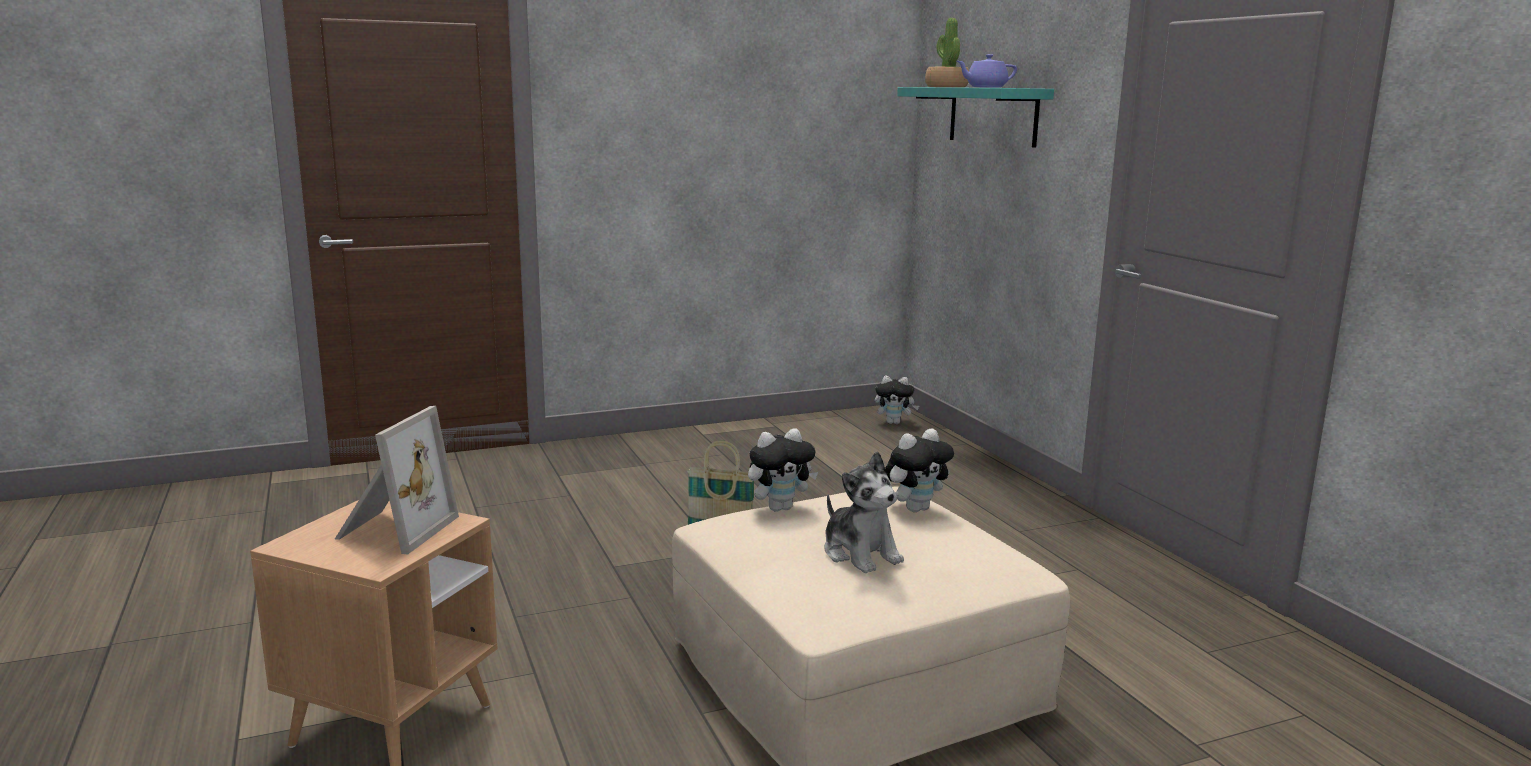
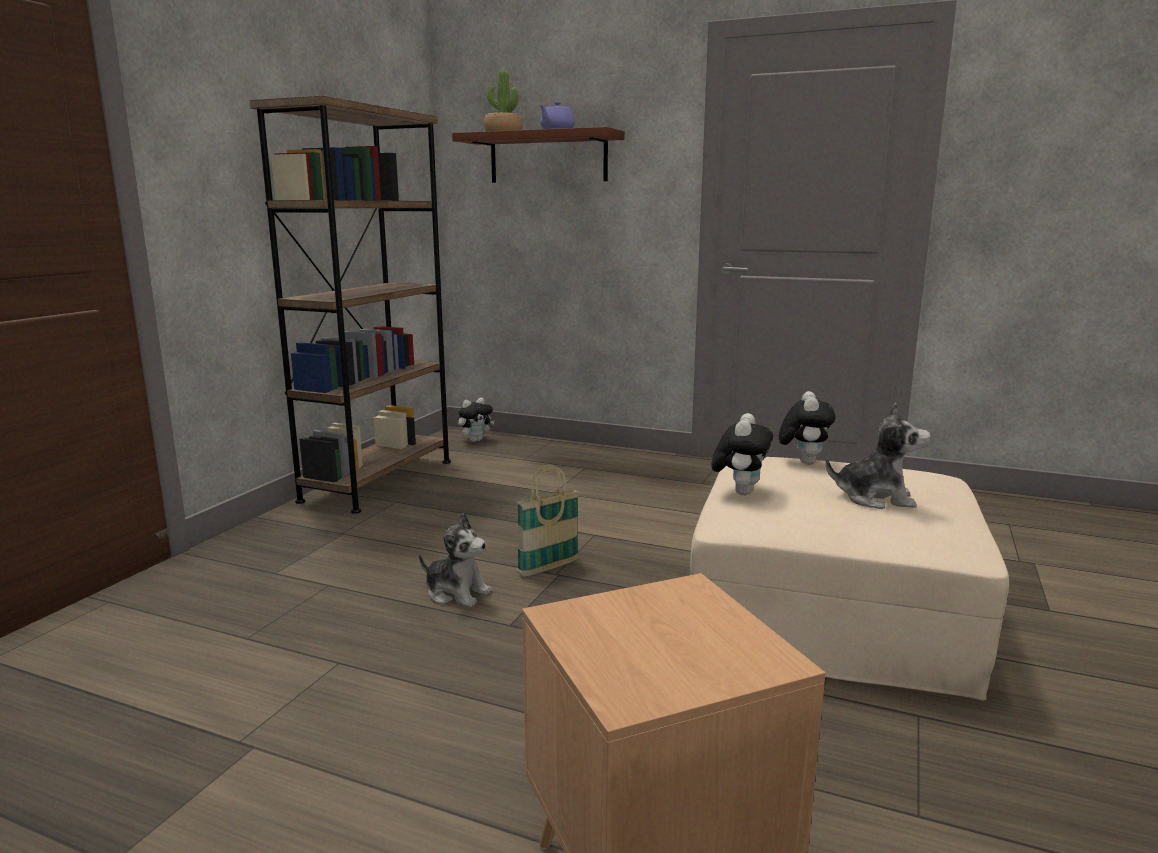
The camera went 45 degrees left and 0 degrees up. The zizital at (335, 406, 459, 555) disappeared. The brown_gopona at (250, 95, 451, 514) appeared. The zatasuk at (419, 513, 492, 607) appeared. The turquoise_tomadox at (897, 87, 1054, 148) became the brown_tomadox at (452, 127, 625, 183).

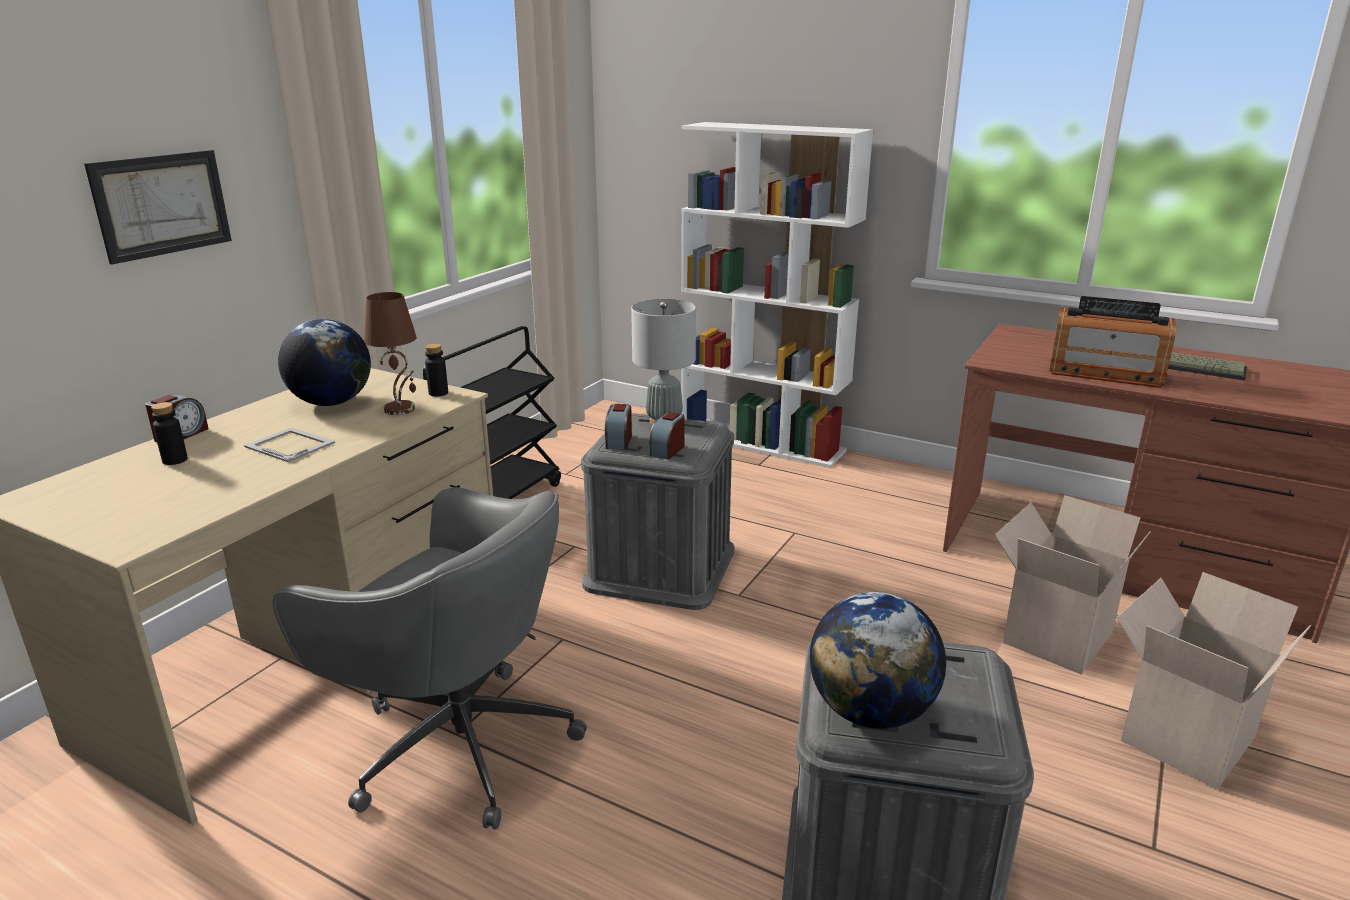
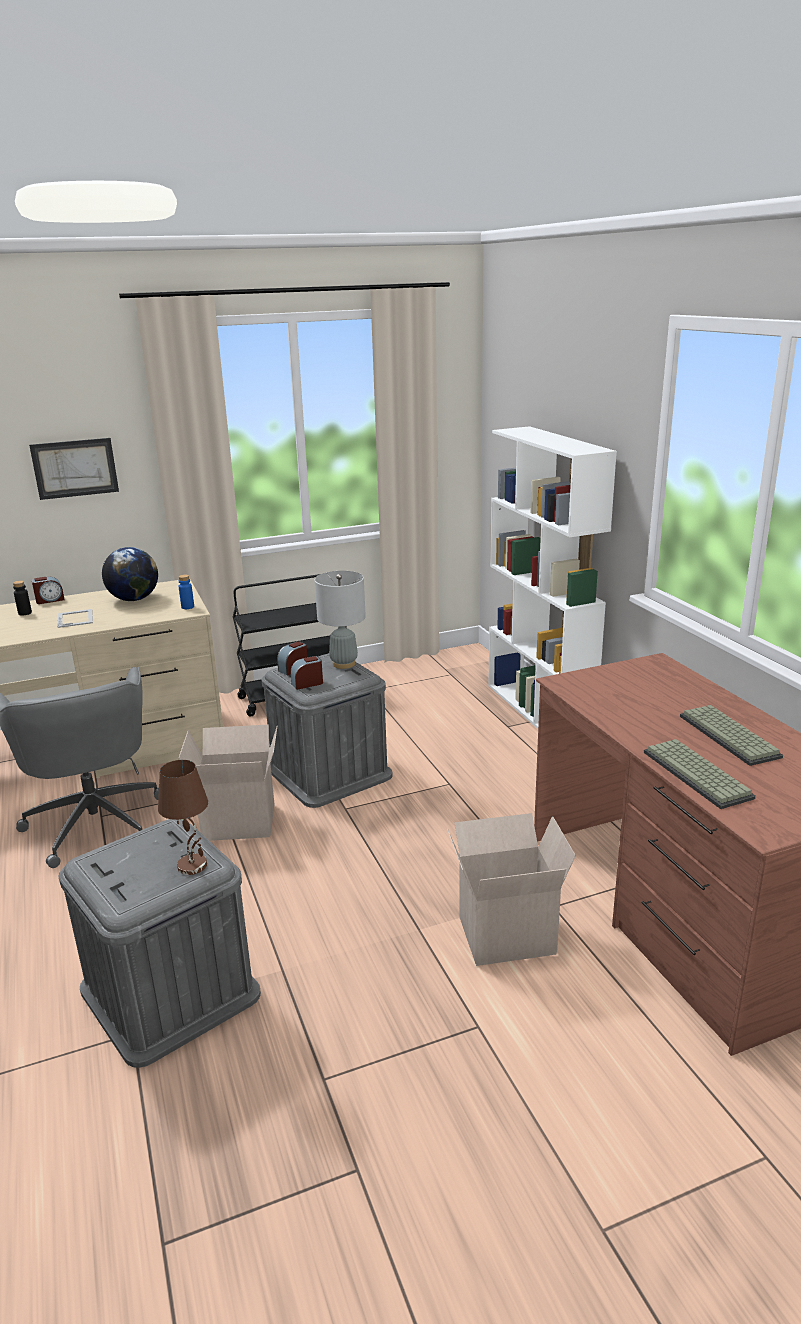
The camera went 40 degrees right and 0 degrees up. The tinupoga at (810, 592, 946, 729) disappeared. The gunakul at (1049, 296, 1176, 388) disappeared. The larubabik at (644, 739, 756, 809) appeared. The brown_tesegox moved from (364, 292, 417, 415) to (158, 760, 208, 875). The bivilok moved from (1117, 572, 1311, 789) to (179, 725, 277, 841). The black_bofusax at (425, 344, 448, 397) became the blue_bofusax at (178, 574, 194, 609).

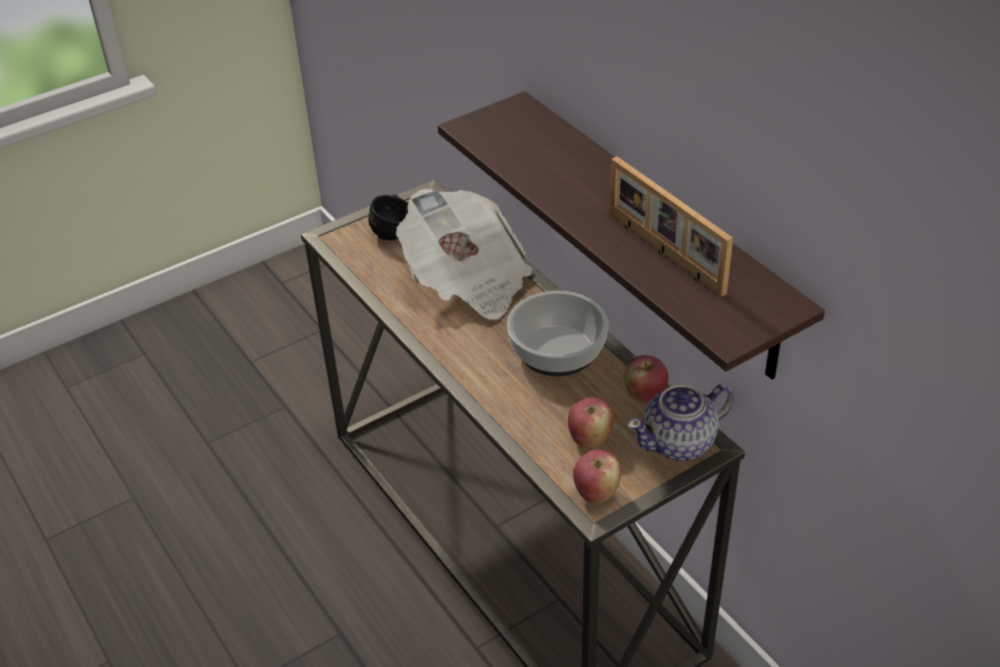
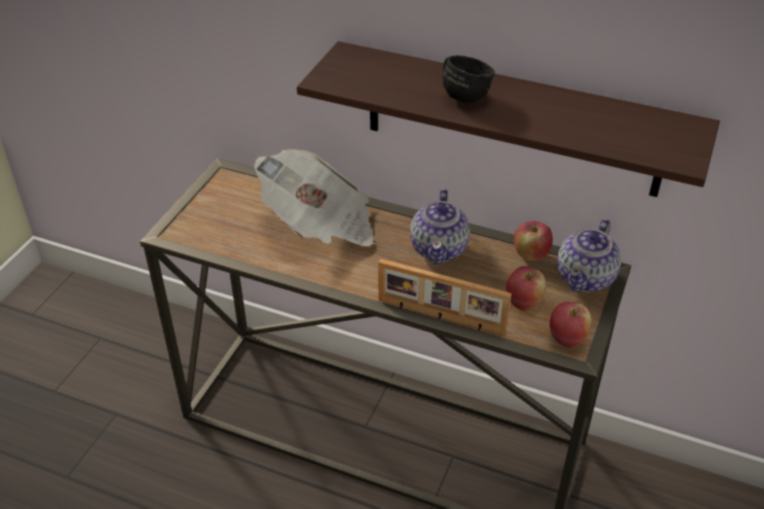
The camera went 35 degrees left and 0 degrees up. The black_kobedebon moved from (368, 194, 409, 241) to (443, 55, 495, 104). The zizital moved from (610, 156, 733, 297) to (378, 259, 511, 336). The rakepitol at (507, 291, 608, 376) was replaced by the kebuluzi at (410, 189, 470, 264).

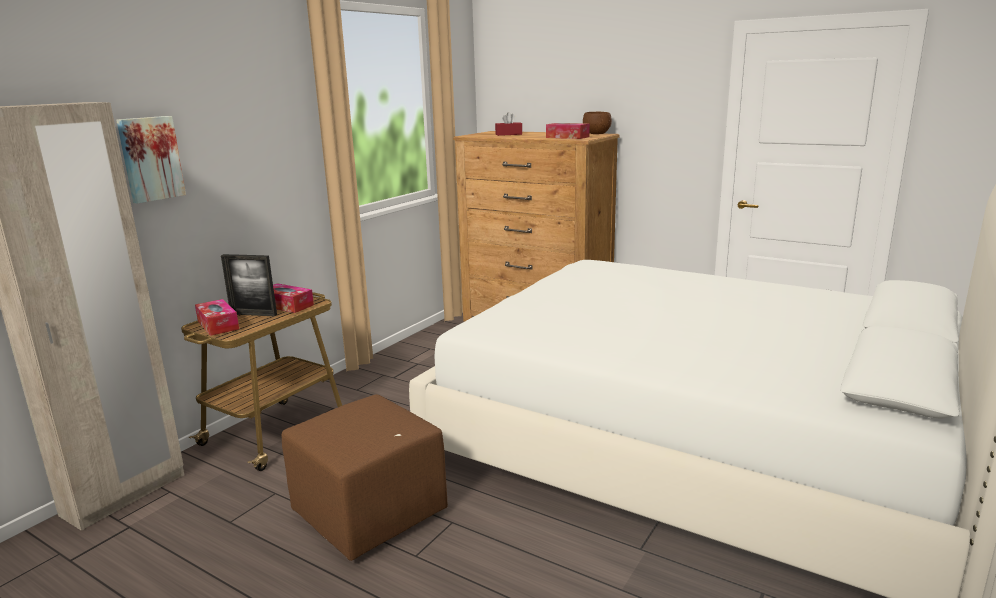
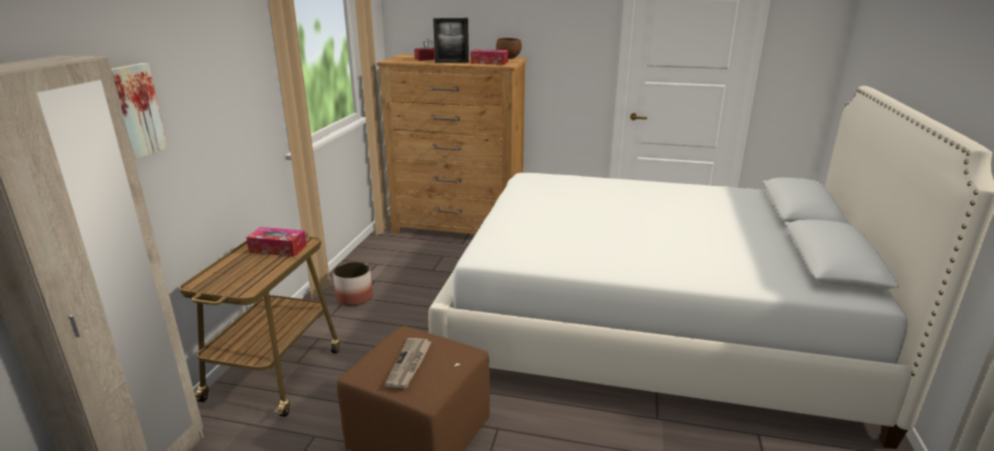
The camera went 20 degrees left and 5 degrees up. The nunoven at (195, 299, 239, 336) disappeared. The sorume at (333, 262, 373, 306) appeared. The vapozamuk at (385, 338, 432, 388) appeared. The zizital moved from (221, 254, 277, 316) to (433, 18, 469, 63).

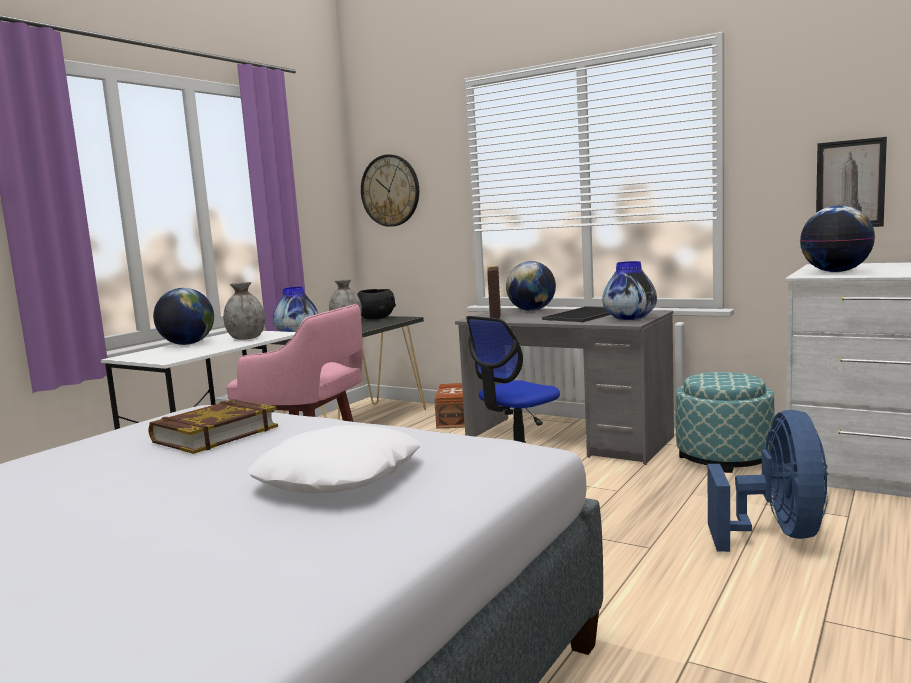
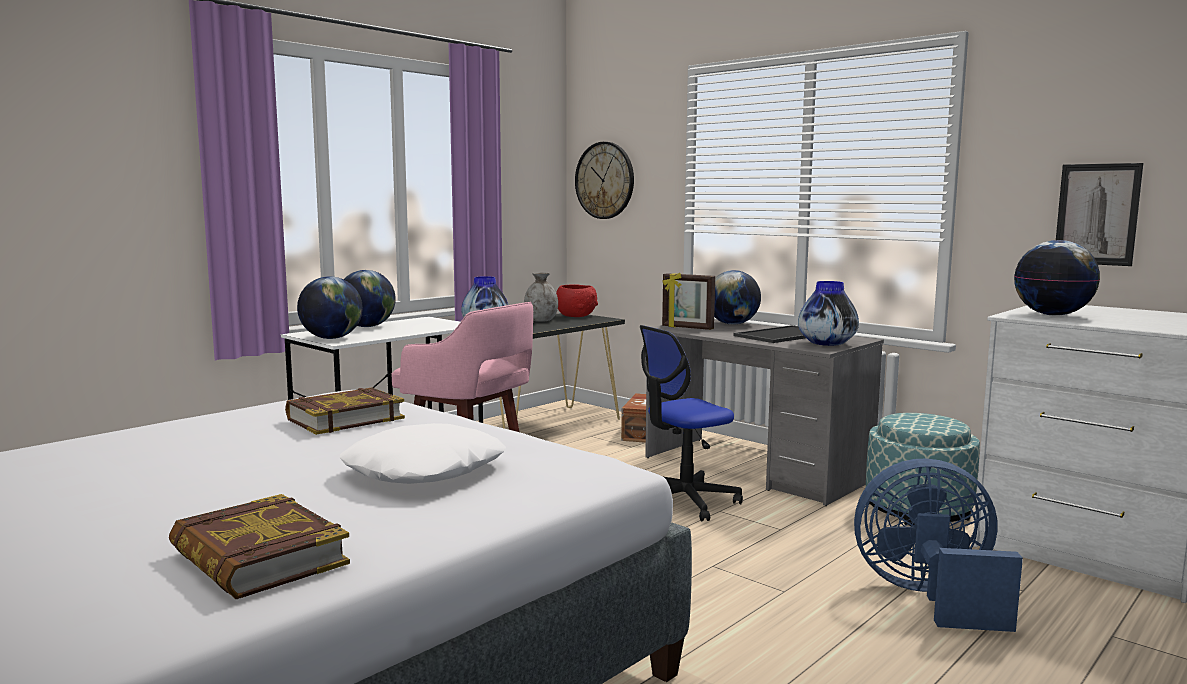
The camera went 10 degrees right and 0 degrees up. The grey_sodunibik at (223, 282, 265, 340) disappeared. The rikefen at (169, 494, 350, 599) appeared. The tinupoga at (297, 276, 363, 339) appeared. The black_rakepitol at (357, 289, 396, 319) became the red_rakepitol at (556, 284, 598, 317). The zizital at (487, 266, 501, 319) turned 75 degrees counterclockwise. The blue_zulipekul at (707, 410, 828, 552) turned 105 degrees counterclockwise.

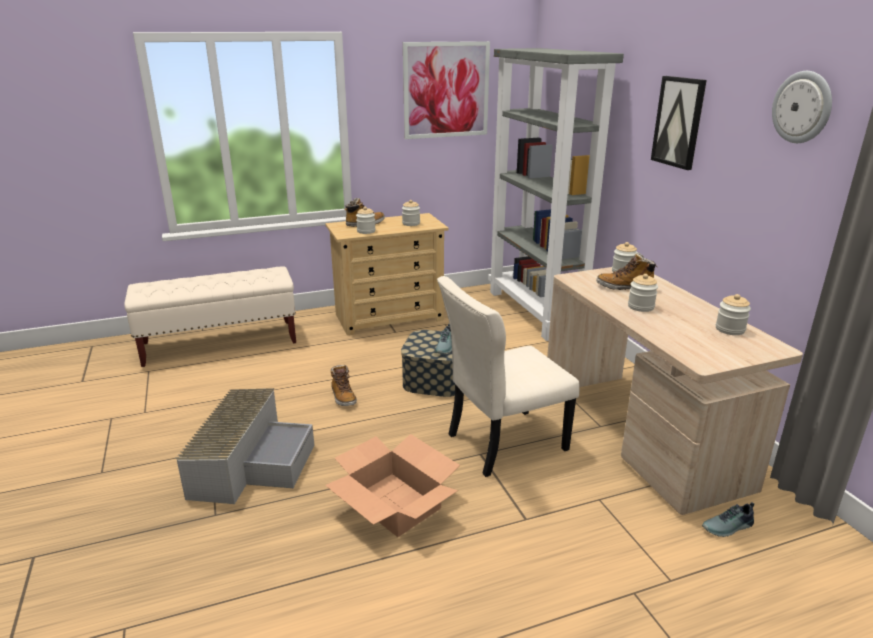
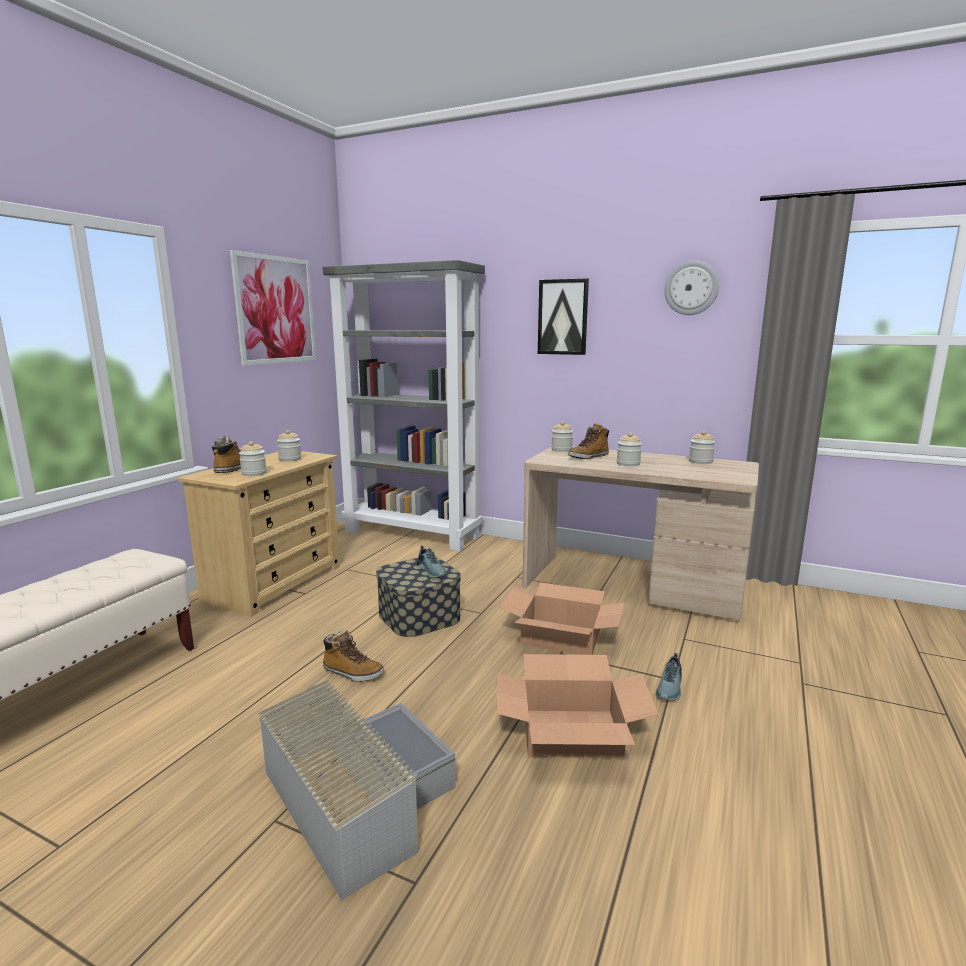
The camera went 45 degrees left and 10 degrees down. The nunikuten moved from (702, 502, 754, 537) to (655, 653, 682, 700). The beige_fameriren at (437, 276, 580, 477) was replaced by the bivilok at (499, 583, 625, 655).

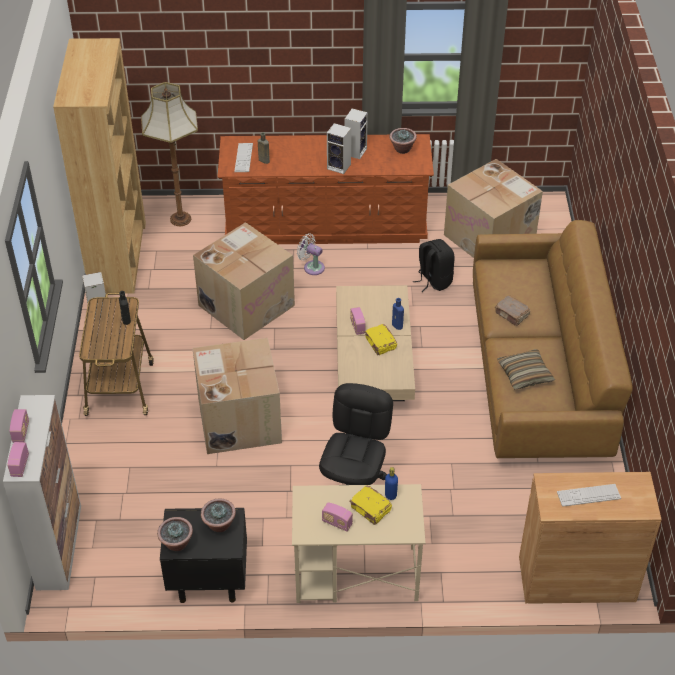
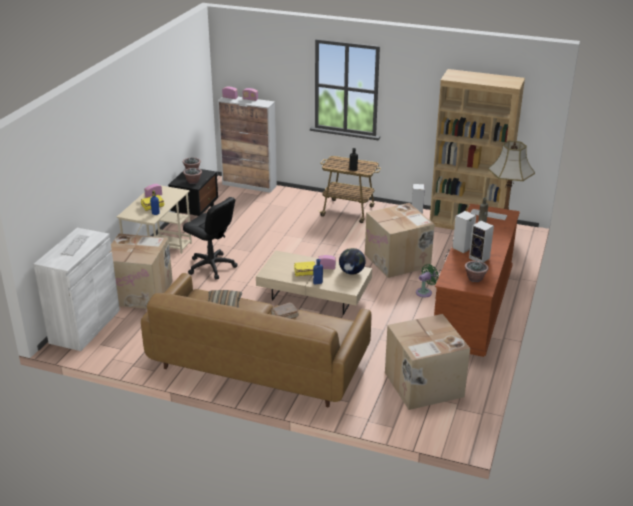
The camera went 110 degrees right and 15 degrees down. The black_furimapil at (413, 239, 454, 292) disappeared. The tinupoga at (339, 248, 366, 275) appeared. The bivilok moved from (193, 338, 282, 454) to (110, 234, 173, 309). The white_zulipekul at (297, 233, 325, 275) became the green_zulipekul at (416, 264, 439, 298). The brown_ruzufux at (519, 472, 662, 604) became the white_ruzufux at (33, 228, 120, 351).

